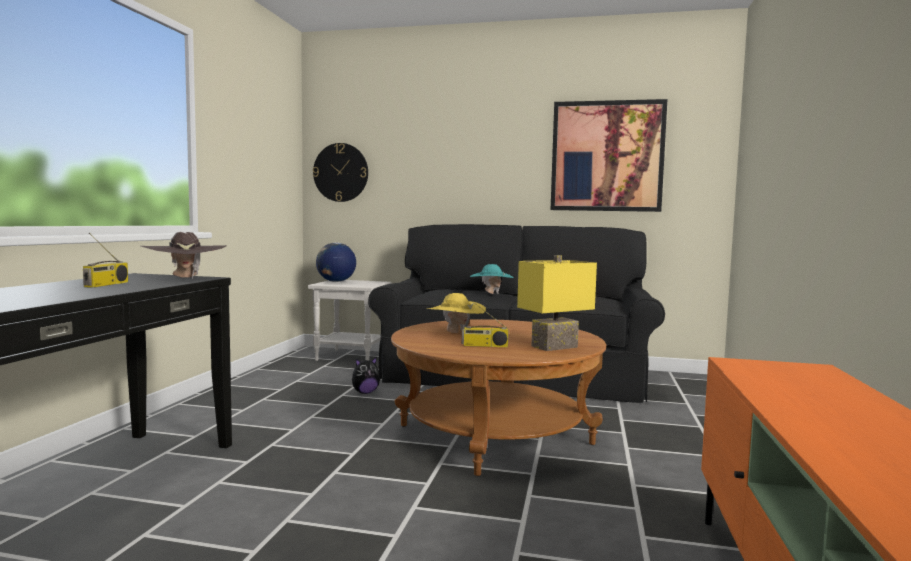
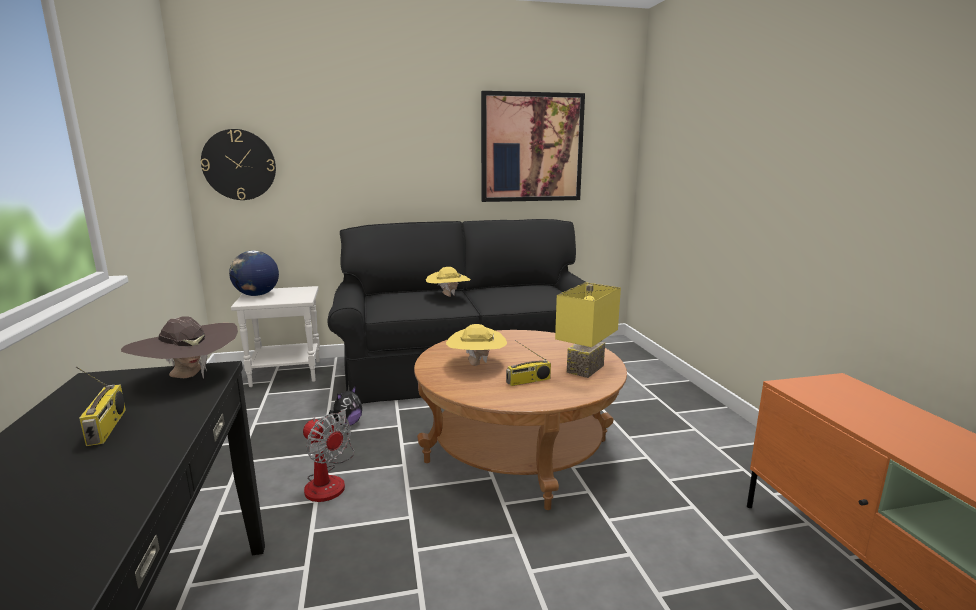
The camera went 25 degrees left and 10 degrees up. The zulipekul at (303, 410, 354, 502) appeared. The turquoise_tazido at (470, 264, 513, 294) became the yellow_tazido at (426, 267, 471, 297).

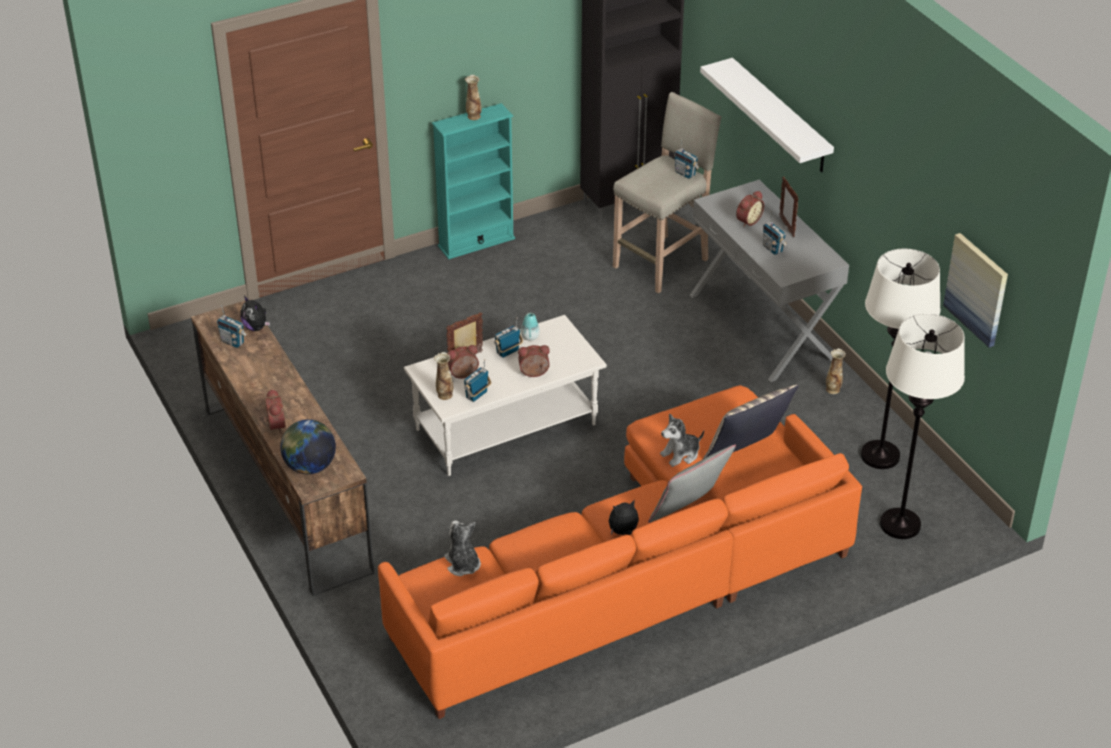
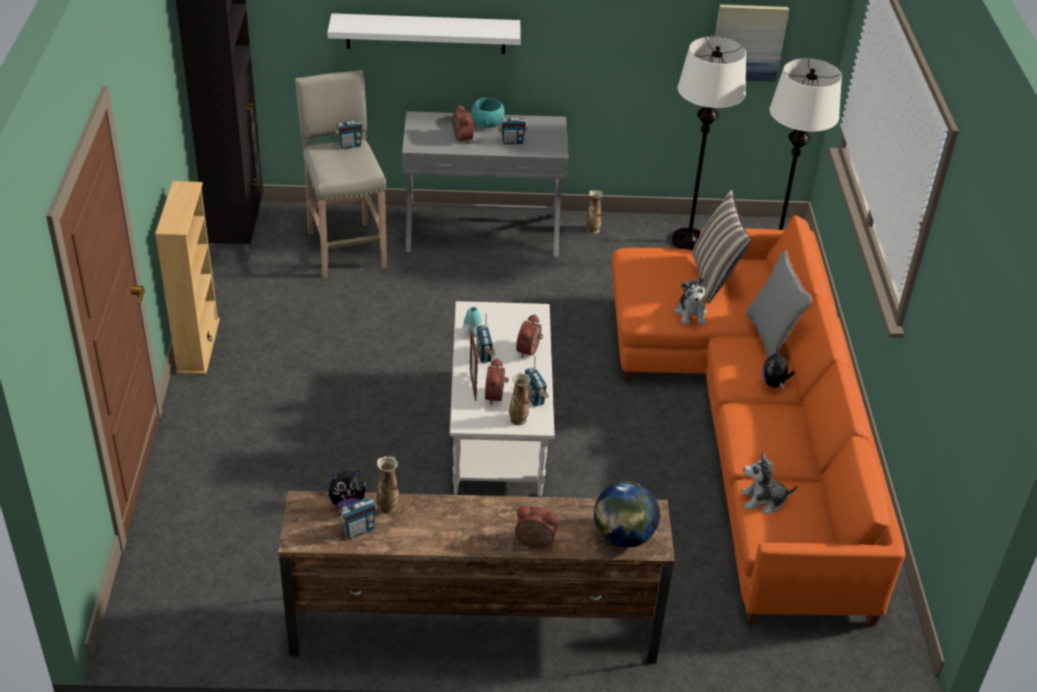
The camera went 65 degrees left and 0 degrees up. The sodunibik moved from (465, 75, 482, 120) to (376, 456, 399, 514). The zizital at (779, 176, 798, 237) was replaced by the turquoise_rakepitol at (471, 98, 505, 128). The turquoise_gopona at (432, 103, 515, 259) became the beige_gopona at (155, 181, 220, 375).

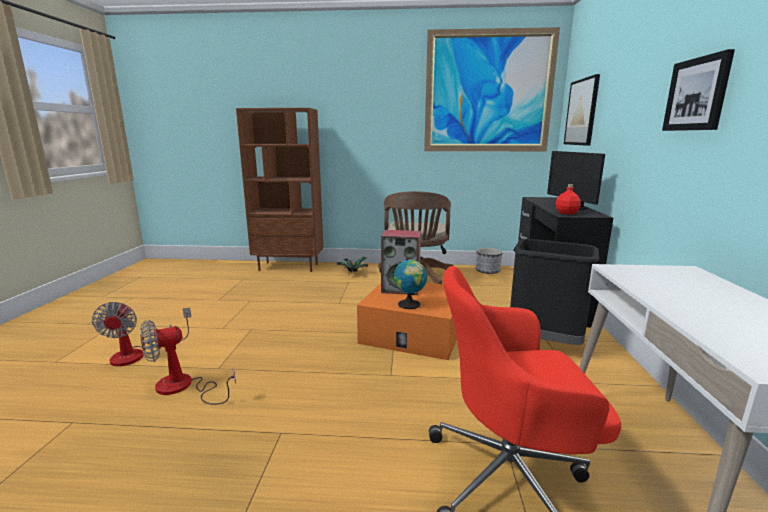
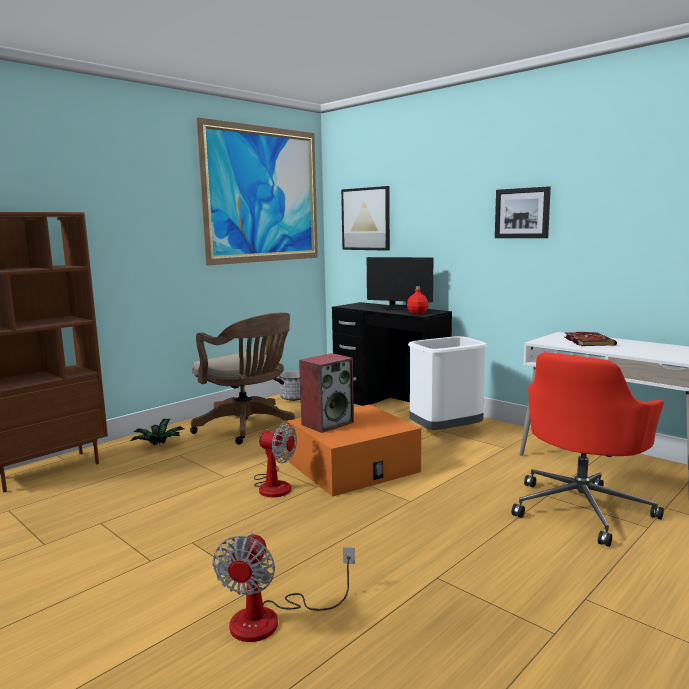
The camera went 50 degrees left and 5 degrees down. The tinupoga at (394, 258, 427, 309) disappeared. The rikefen at (564, 332, 617, 346) appeared. The zulipekul moved from (92, 302, 191, 366) to (254, 422, 297, 497). The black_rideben at (510, 239, 599, 345) became the white_rideben at (408, 336, 487, 430).

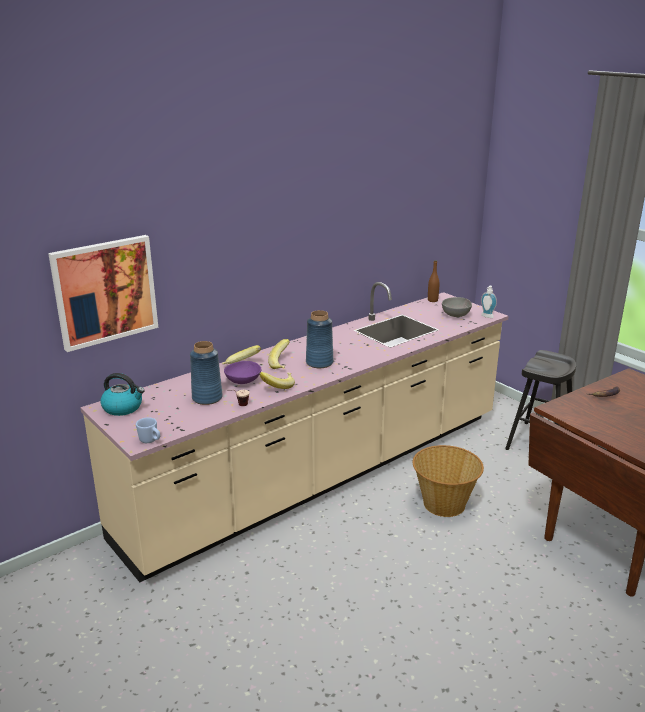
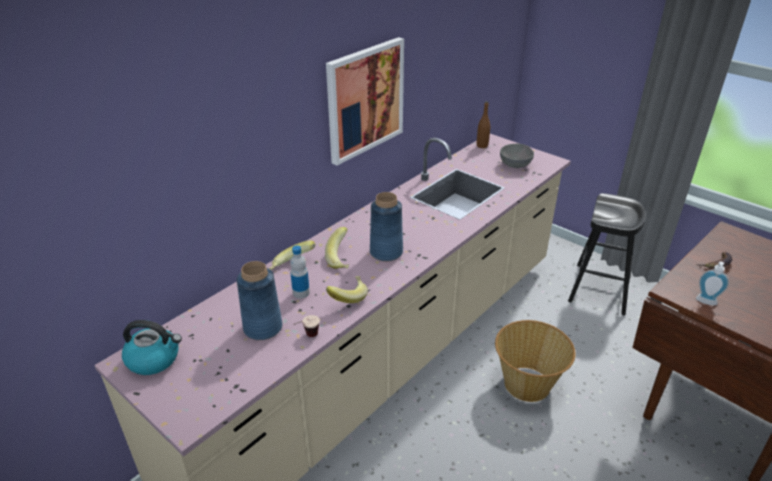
The camera went 10 degrees left and 10 degrees up. The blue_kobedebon at (136, 417, 160, 443) disappeared. The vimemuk moved from (48, 235, 158, 352) to (326, 37, 404, 166). The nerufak moved from (481, 286, 497, 318) to (696, 261, 729, 305). The purple_rakepitol at (224, 361, 261, 384) was replaced by the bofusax at (290, 245, 310, 299).

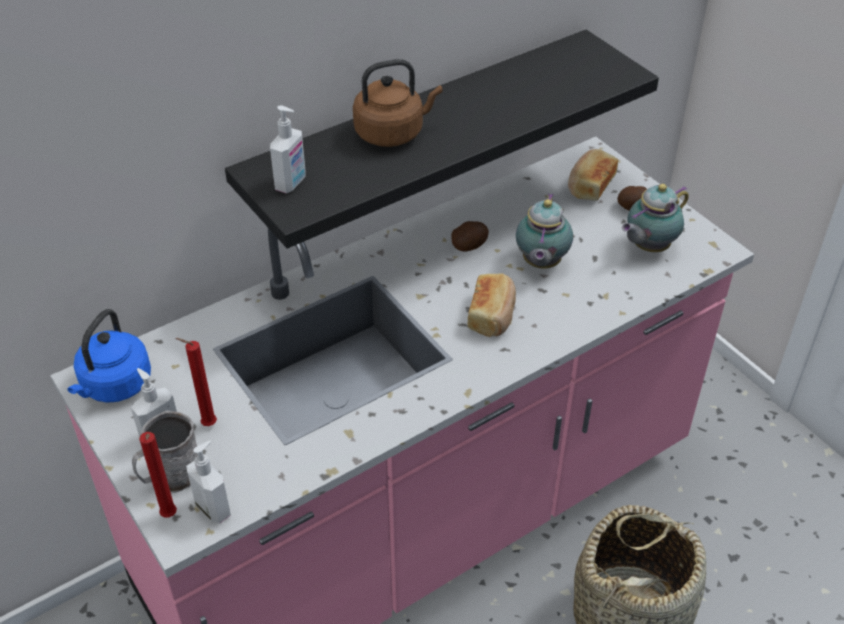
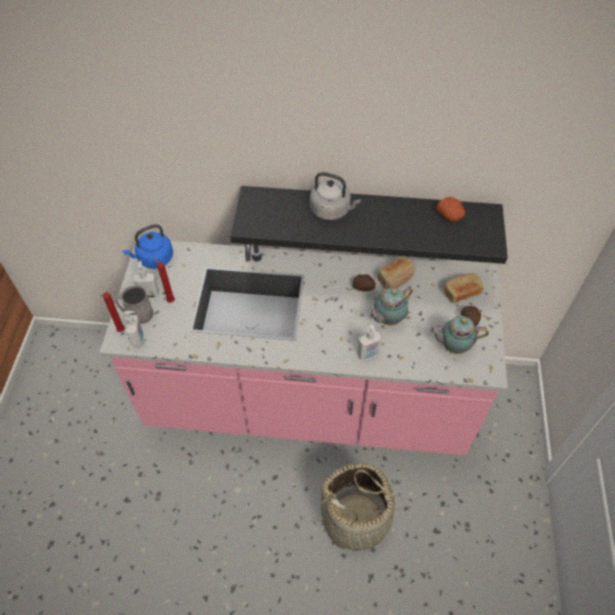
The camera went 40 degrees right and 10 degrees up. The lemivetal at (436, 197, 465, 222) appeared. The nerufak moved from (270, 105, 306, 193) to (357, 324, 381, 360). The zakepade moved from (468, 273, 516, 337) to (377, 256, 415, 289). The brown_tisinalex at (353, 59, 443, 147) became the grey_tisinalex at (310, 172, 361, 220).

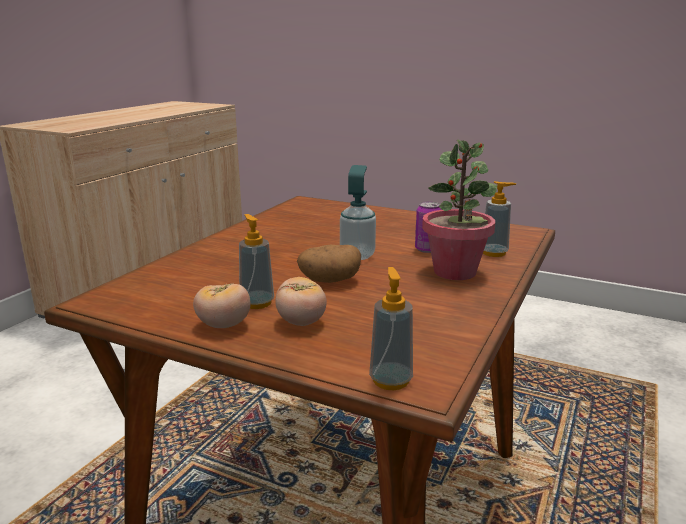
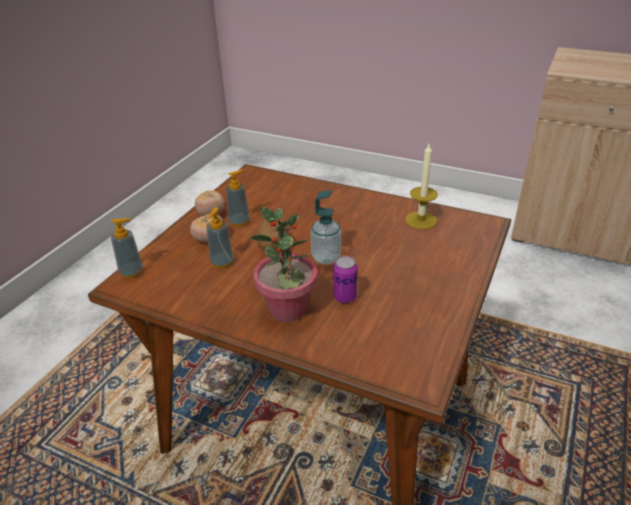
The camera went 90 degrees right and 15 degrees up. The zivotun at (405, 144, 438, 229) appeared. The nerufak moved from (483, 181, 516, 257) to (206, 207, 234, 268).

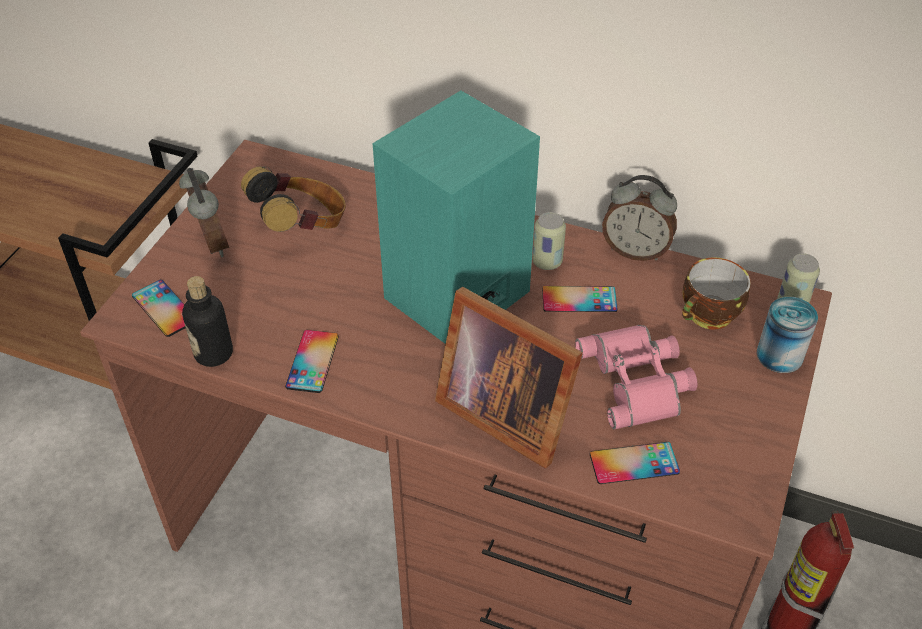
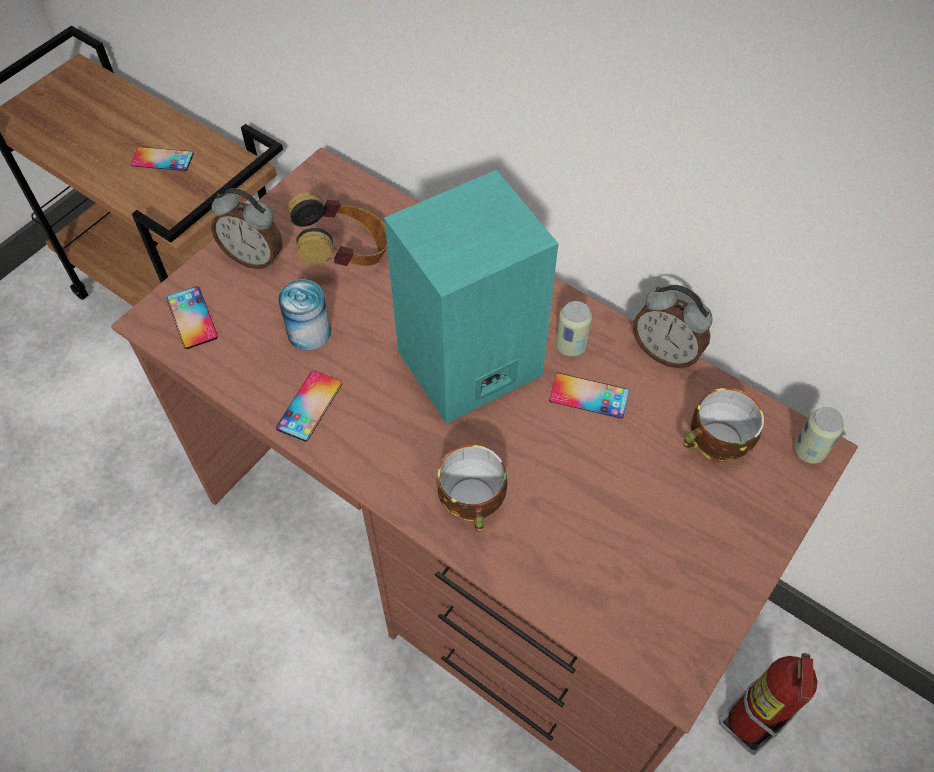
The camera went 15 degrees right and 10 degrees up. The bofusax at (182, 276, 233, 367) disappeared. The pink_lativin at (575, 325, 697, 429) disappeared. The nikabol moved from (590, 442, 680, 484) to (131, 147, 194, 171). The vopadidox moved from (757, 297, 818, 373) to (278, 280, 331, 350). The zizital at (435, 287, 583, 469) was replaced by the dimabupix at (436, 445, 507, 532). The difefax at (179, 168, 229, 257) turned 120 degrees clockwise.

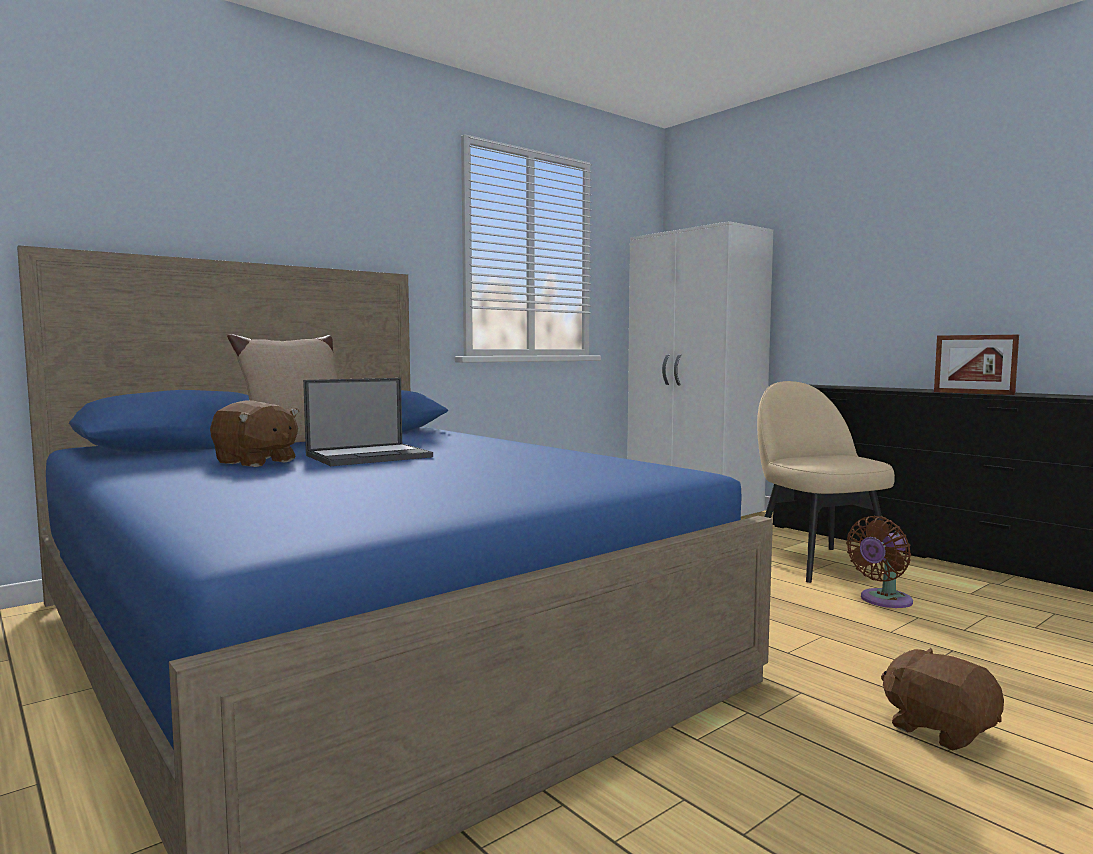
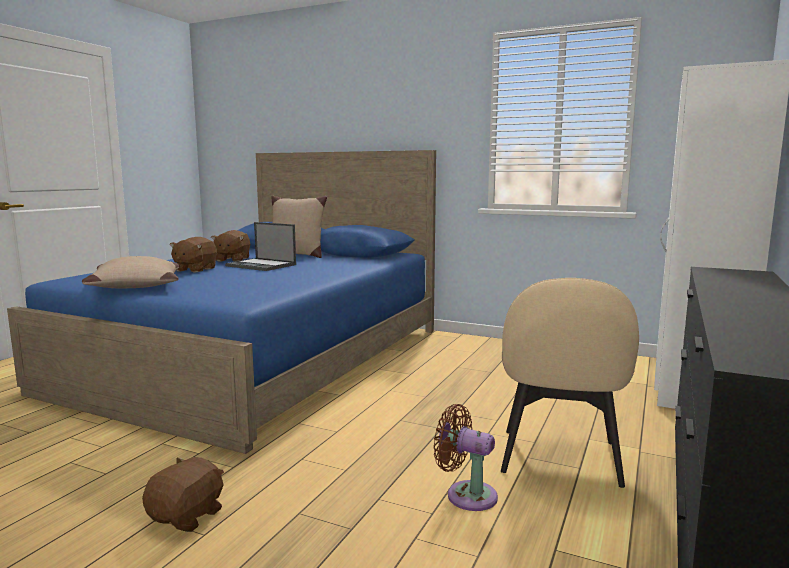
The camera went 65 degrees right and 5 degrees up. The zizital at (934, 335, 1019, 395) disappeared. The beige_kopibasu at (82, 256, 179, 288) appeared. The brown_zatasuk at (170, 237, 217, 273) appeared. The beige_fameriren at (757, 381, 895, 583) turned 150 degrees clockwise.

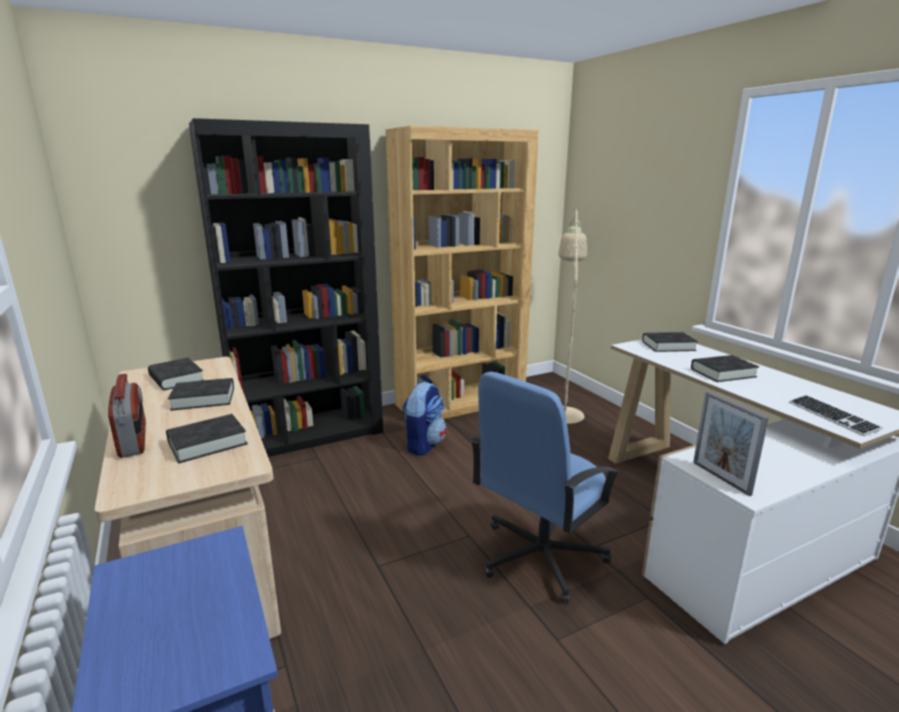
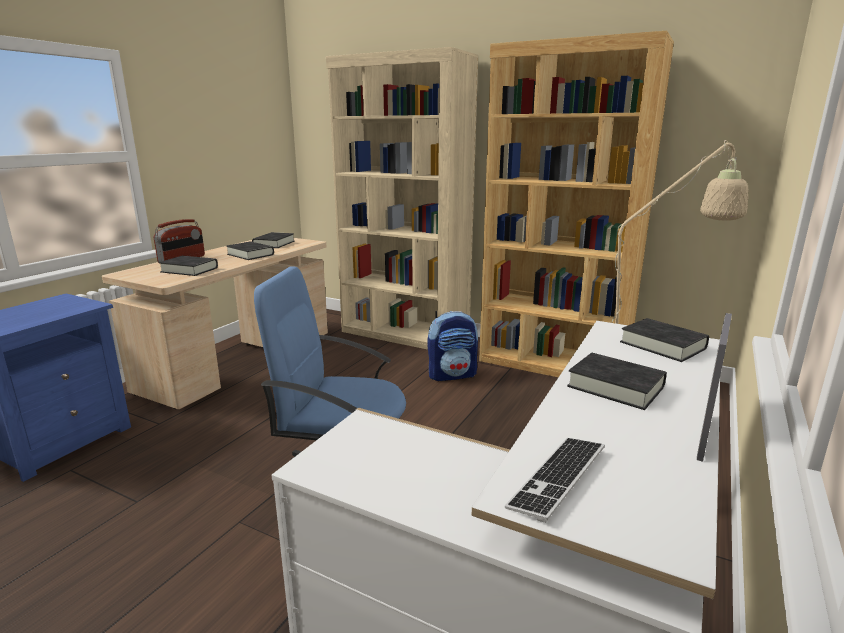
The camera went 55 degrees right and 0 degrees up. The zizital moved from (693, 391, 769, 496) to (697, 313, 732, 462). The black_gopona at (189, 118, 383, 457) became the beige_gopona at (326, 47, 478, 350).

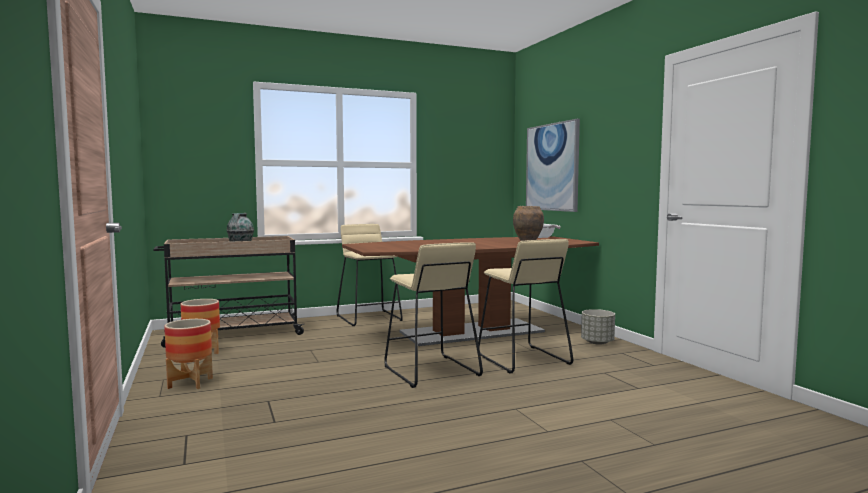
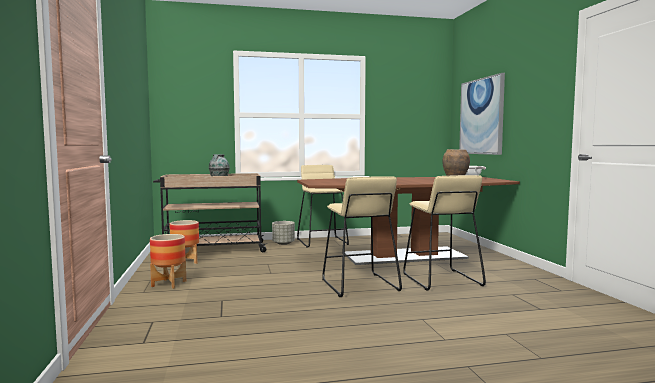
The camera went 10 degrees right and 0 degrees up. The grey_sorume moved from (581, 309, 615, 345) to (272, 221, 295, 245).

